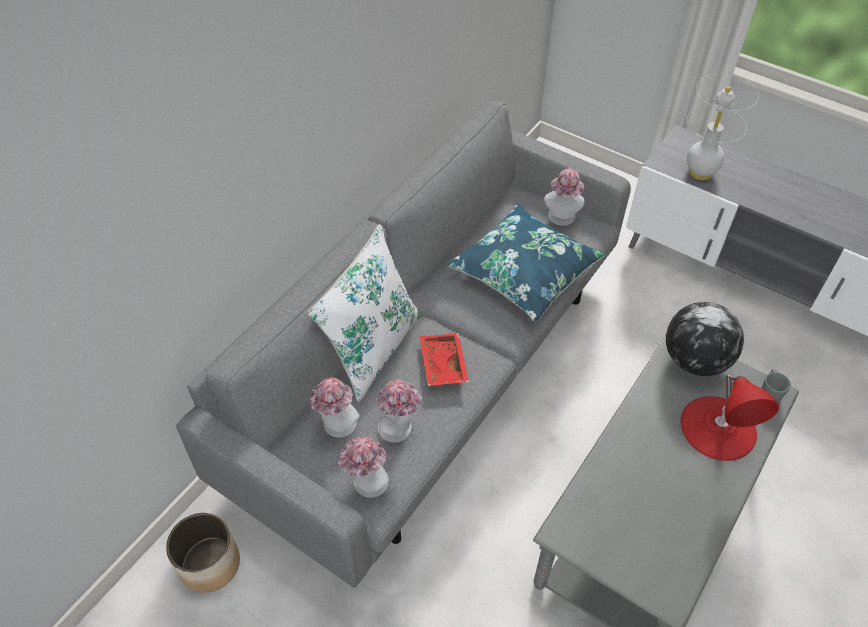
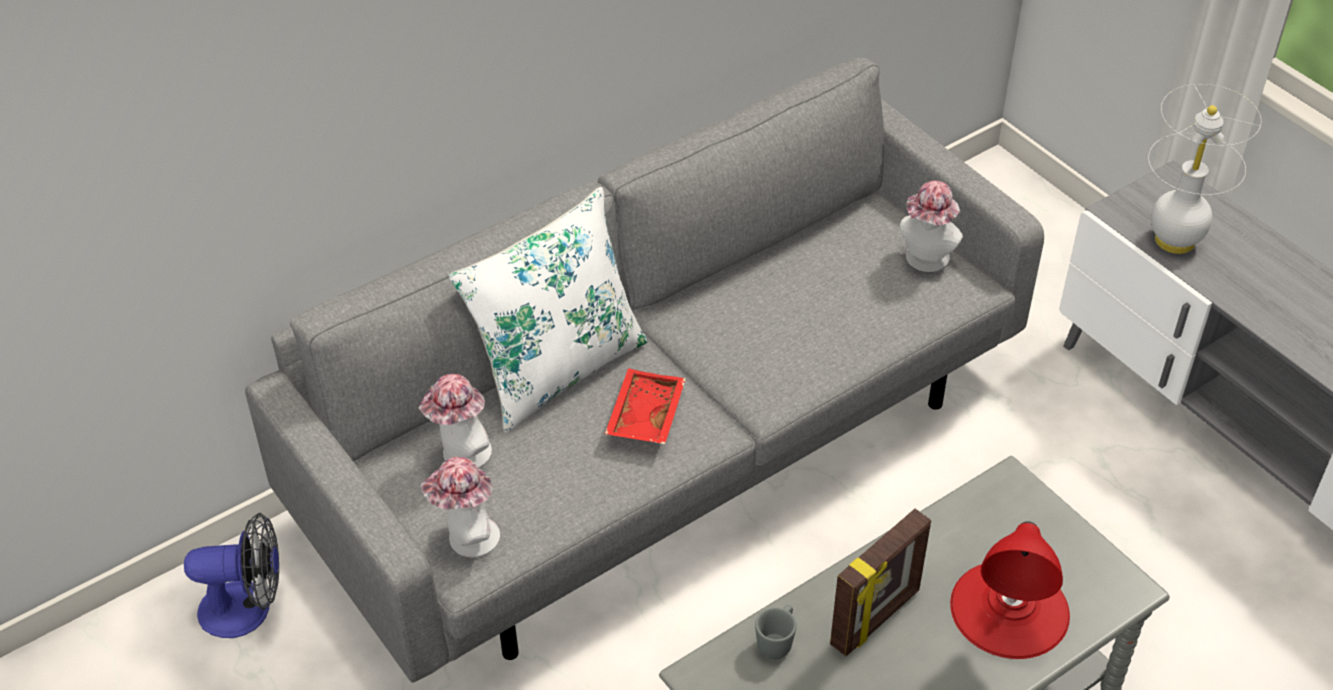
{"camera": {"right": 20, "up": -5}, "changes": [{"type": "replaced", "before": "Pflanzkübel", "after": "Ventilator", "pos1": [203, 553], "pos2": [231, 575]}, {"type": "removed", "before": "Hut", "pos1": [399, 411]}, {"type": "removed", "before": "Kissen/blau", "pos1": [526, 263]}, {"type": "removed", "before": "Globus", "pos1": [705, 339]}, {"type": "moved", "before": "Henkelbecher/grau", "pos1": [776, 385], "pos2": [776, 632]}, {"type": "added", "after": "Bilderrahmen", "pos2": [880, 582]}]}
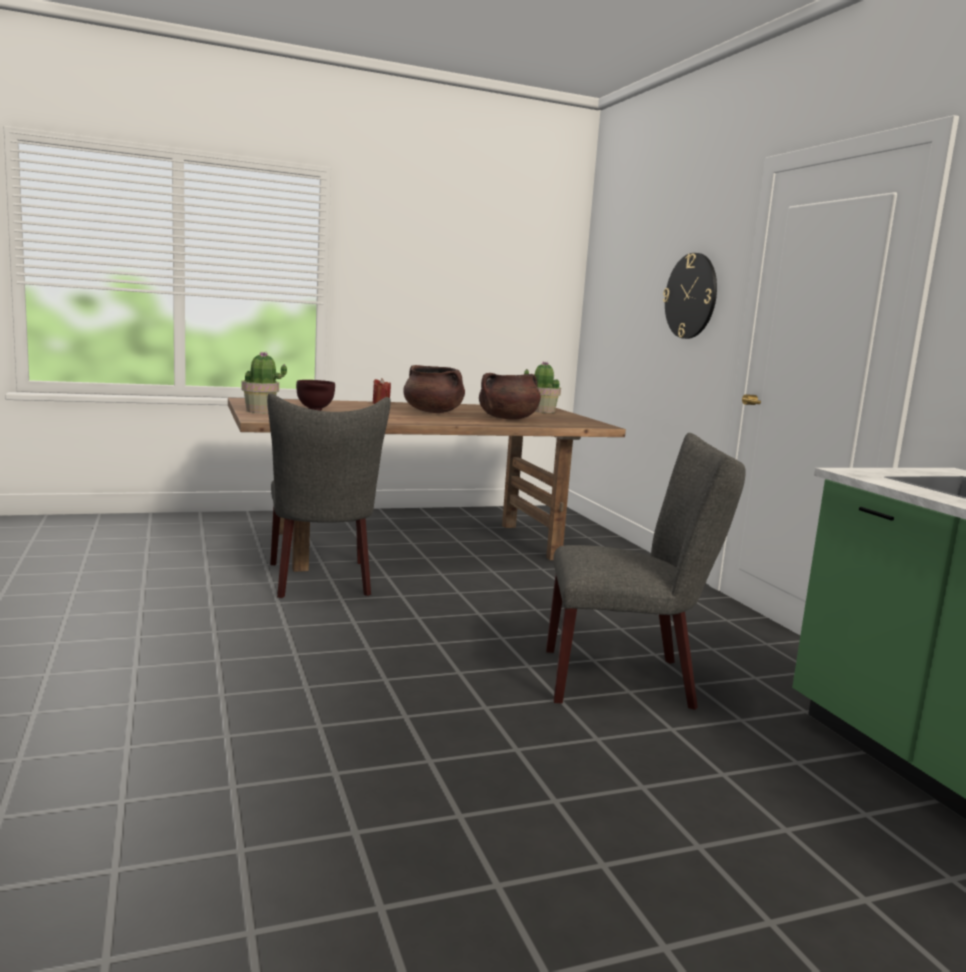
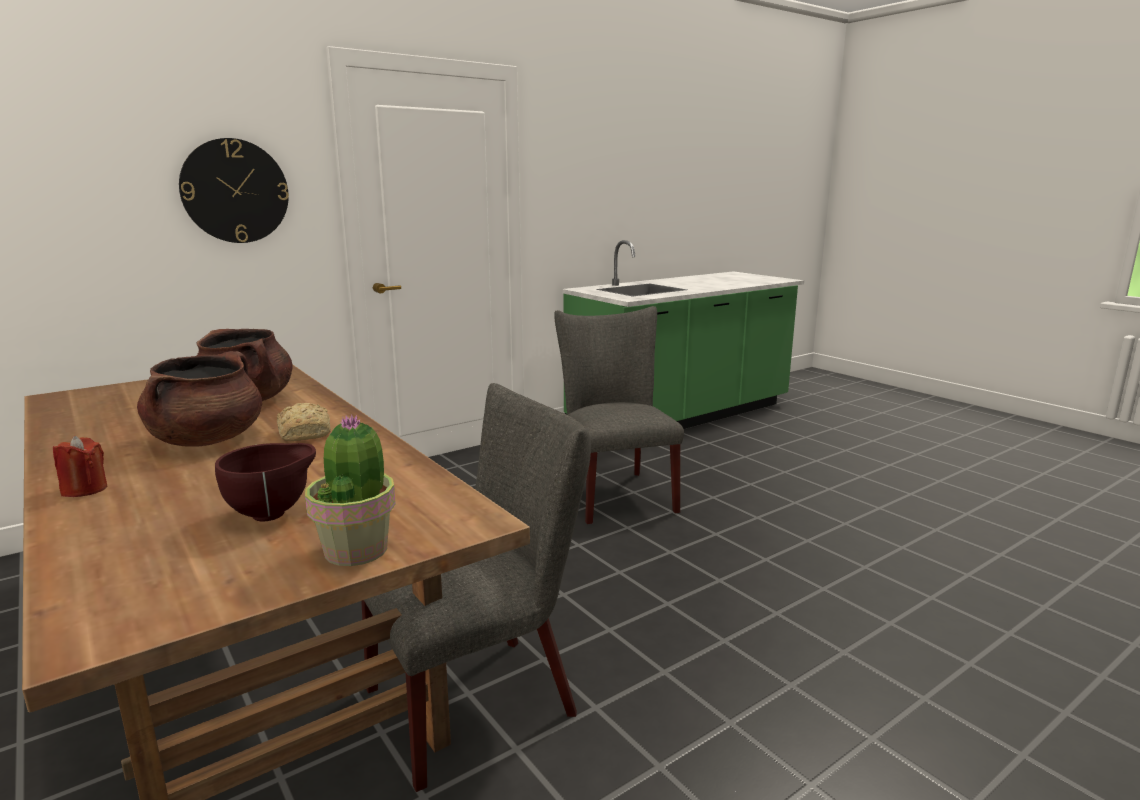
{"camera": {"right": -105, "up": 5}, "changes": [{"type": "removed", "before": "Topfpflanze", "pos1": [542, 387]}, {"type": "added", "after": "Brot", "pos2": [304, 422]}]}
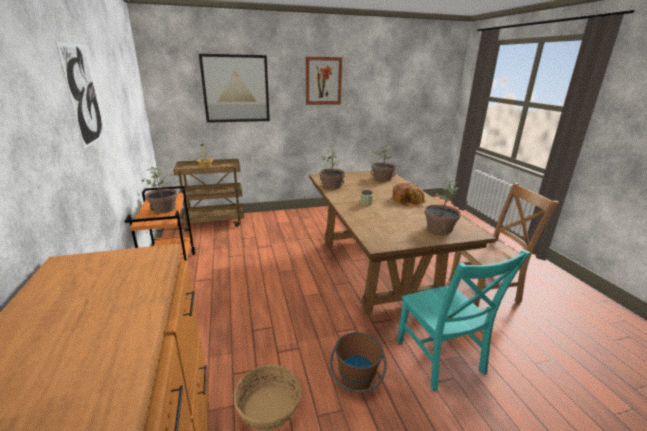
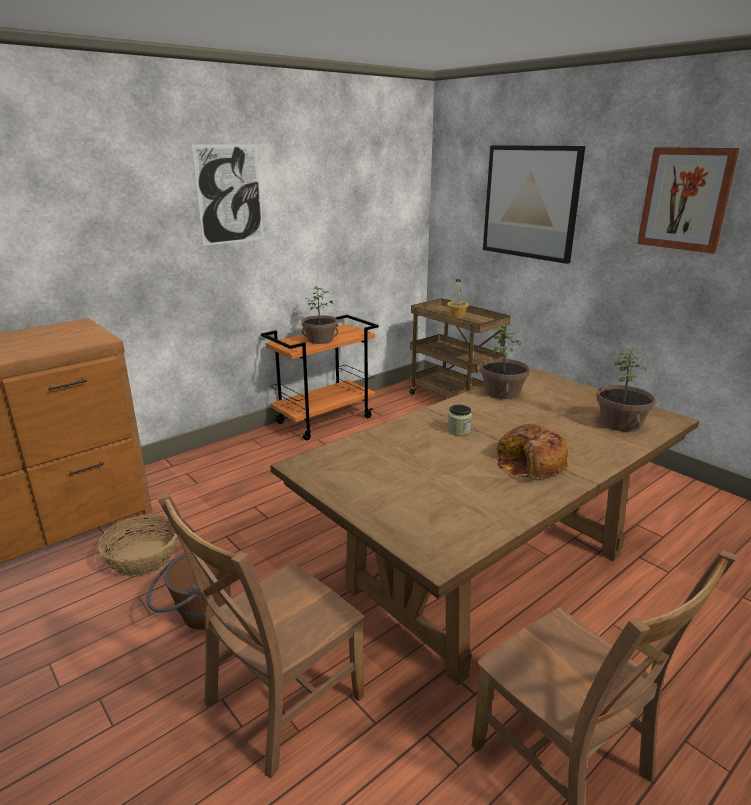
{"camera": {"right": 65, "up": 0}, "changes": [{"type": "recoloured", "before": "Stuhl/türkis", "after": "Stuhl/braun", "pos1": [464, 321], "pos2": [260, 635]}, {"type": "removed", "before": "Topfpflanze", "pos1": [442, 207]}]}
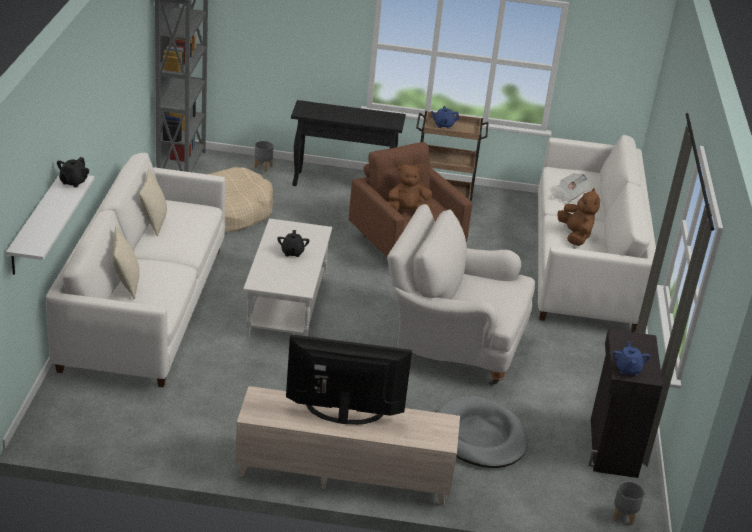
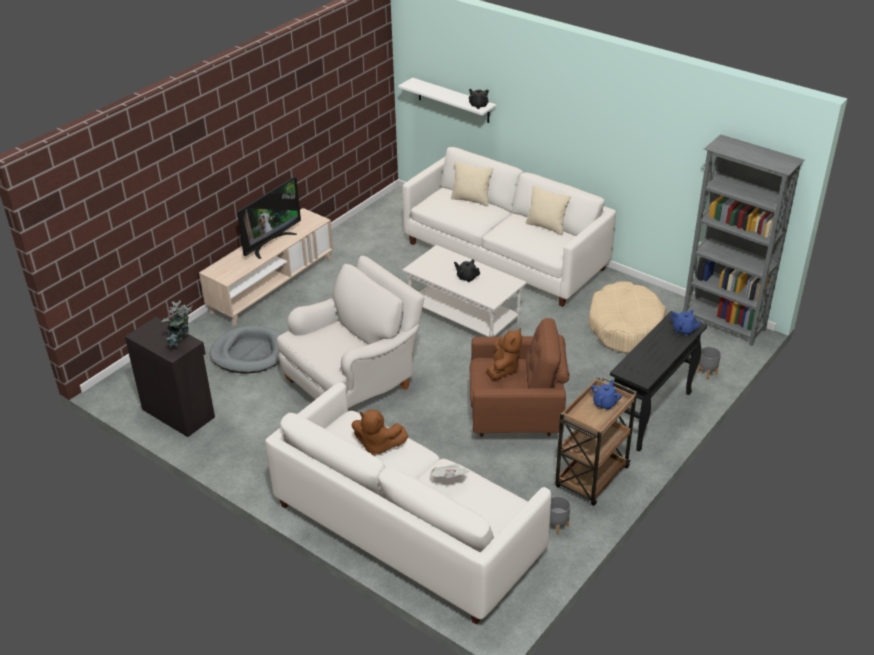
{"camera": {"right": 125, "up": 5}, "changes": [{"type": "moved", "before": "Teekanne/blau", "pos1": [632, 358], "pos2": [686, 323]}, {"type": "moved", "before": "Pflanzkübel/grau", "pos1": [628, 503], "pos2": [560, 515]}, {"type": "added", "after": "Topfpflanze", "pos2": [177, 324]}]}
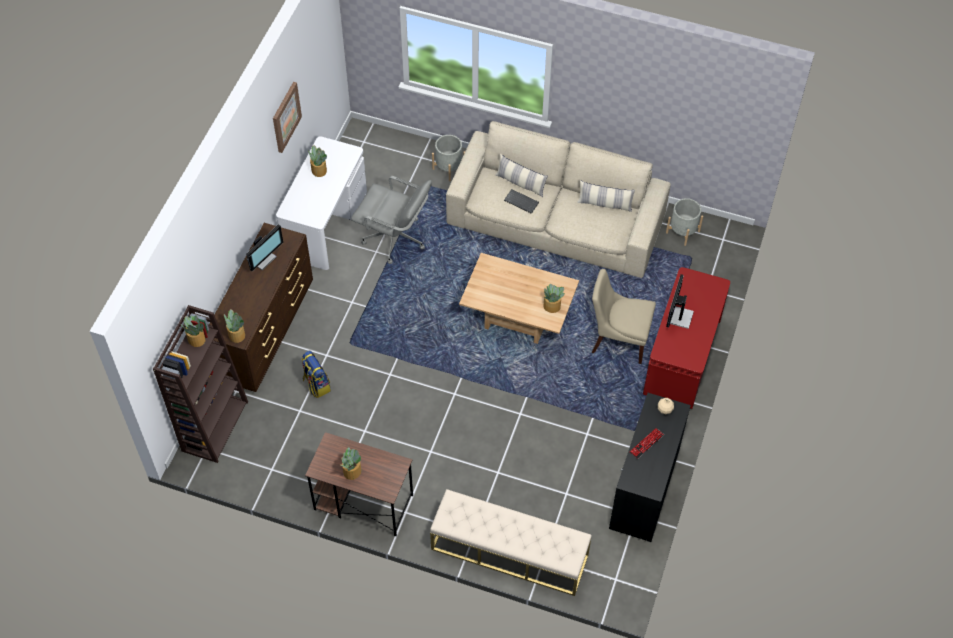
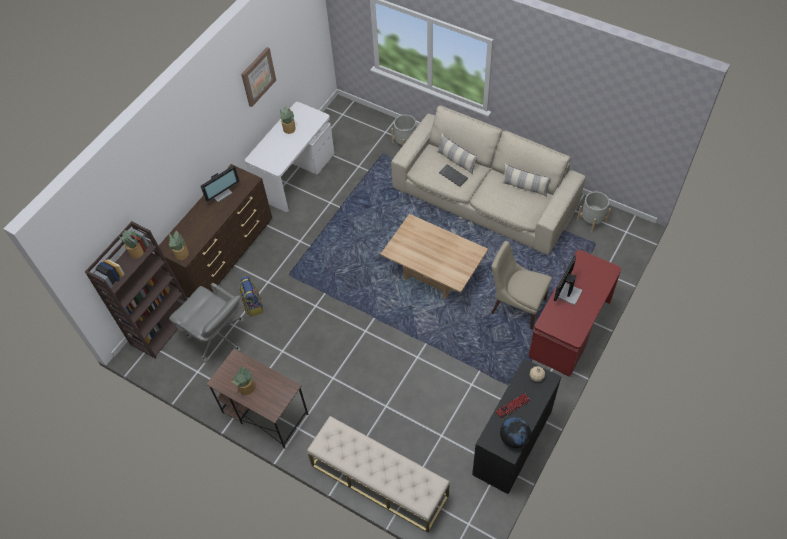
{"camera": {"right": 15, "up": 0}, "changes": [{"type": "moved", "before": "Bürostuhl/grau", "pos1": [391, 220], "pos2": [206, 323]}, {"type": "removed", "before": "Topfpflanze", "pos1": [554, 298]}, {"type": "added", "after": "Globus", "pos2": [515, 432]}]}
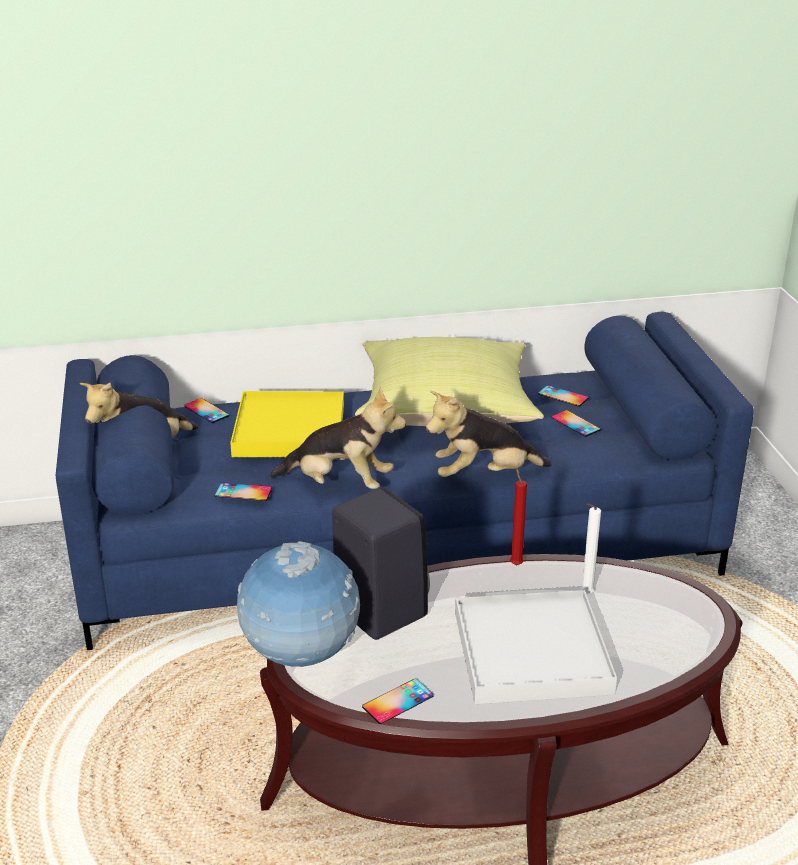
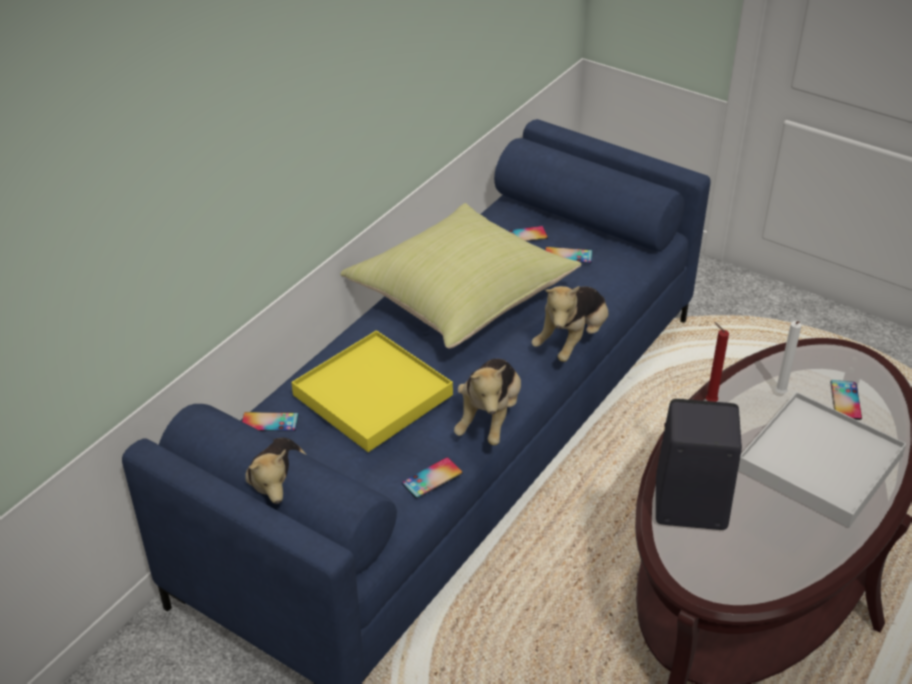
{"camera": {"right": -45, "up": 10}, "changes": [{"type": "removed", "before": "Globus", "pos1": [298, 604]}, {"type": "turned", "before": "Plüschtier", "pos1": [337, 438], "pos2": [487, 402], "turn": 135}, {"type": "moved", "before": "Handy", "pos1": [398, 701], "pos2": [846, 400]}]}
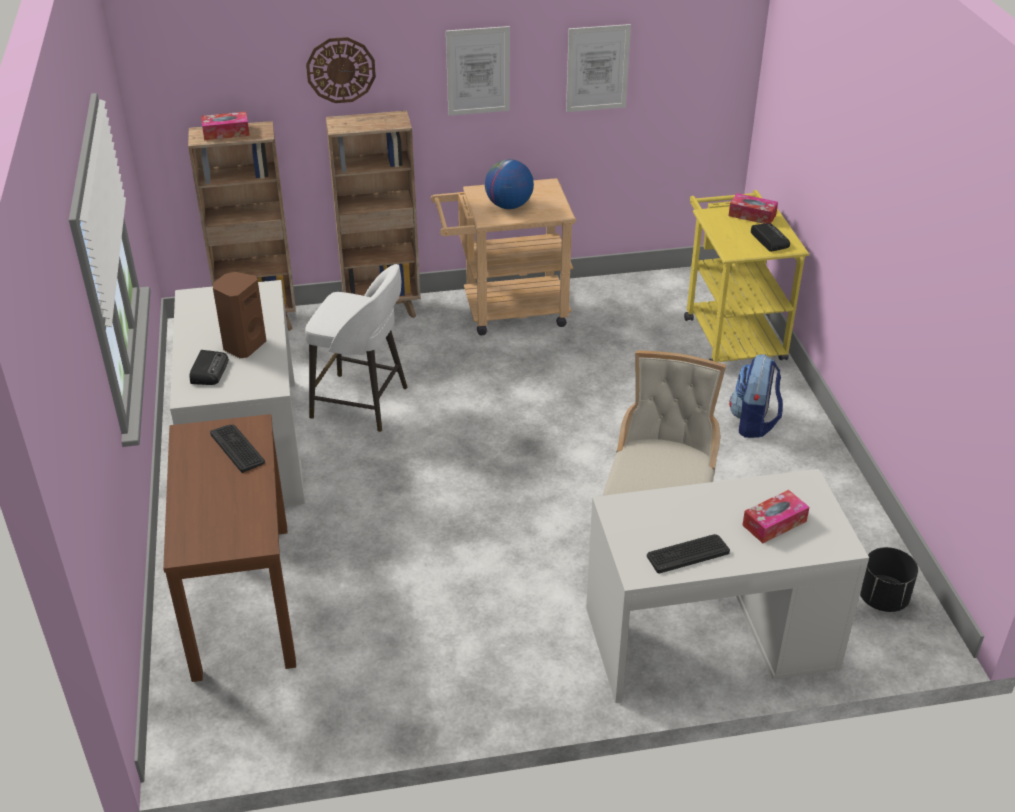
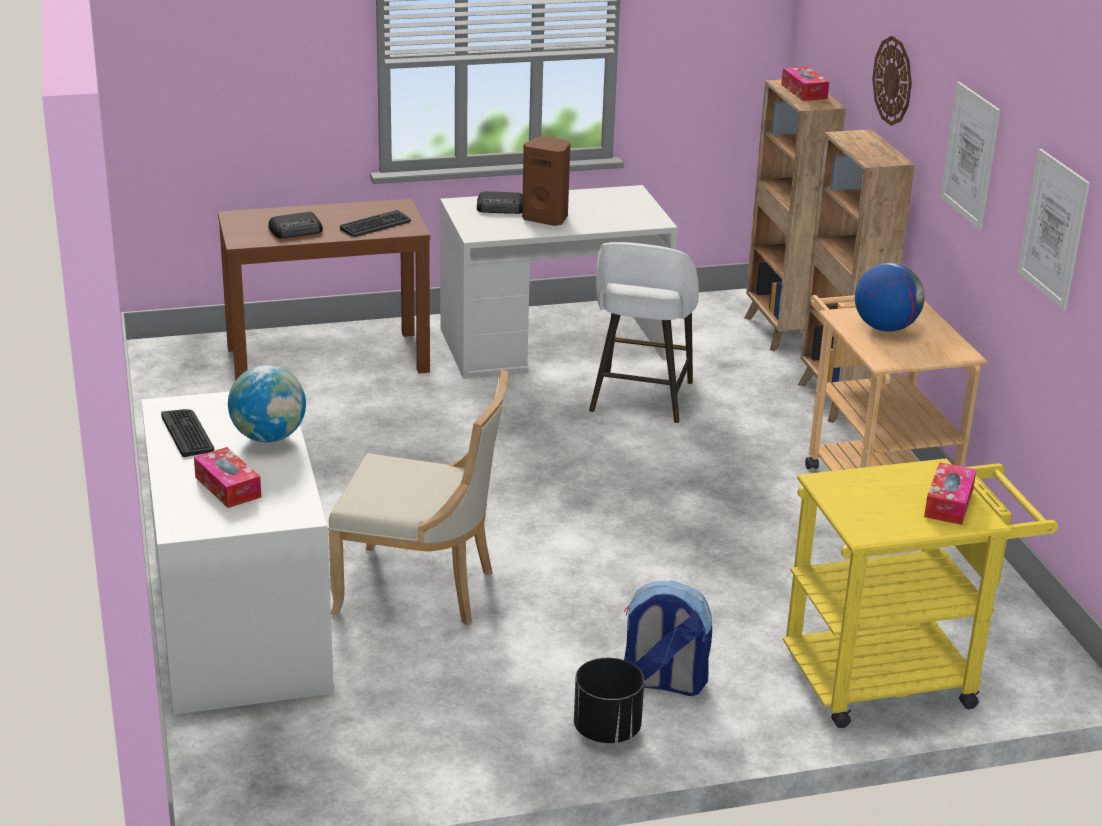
{"camera": {"right": 85, "up": -10}, "changes": [{"type": "moved", "before": "Radio", "pos1": [770, 237], "pos2": [295, 225]}, {"type": "moved", "before": "Pflanzkübel/schwarz", "pos1": [889, 579], "pos2": [609, 700]}, {"type": "added", "after": "Globus", "pos2": [267, 404]}]}
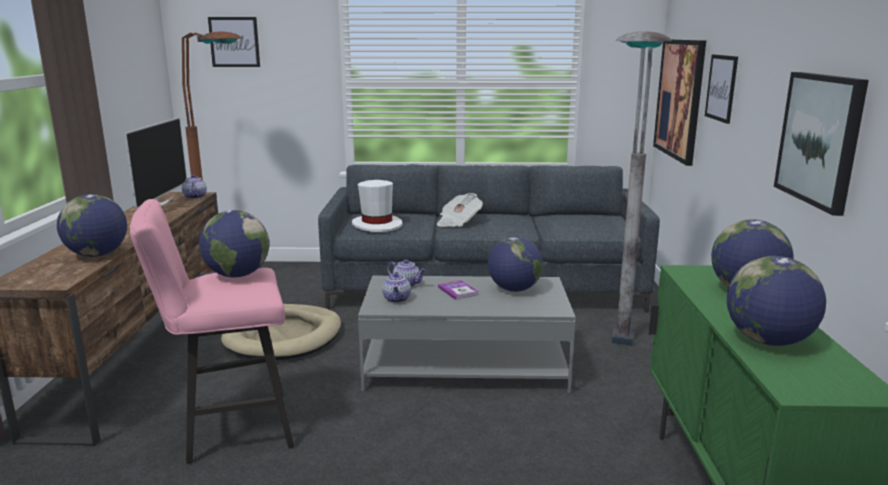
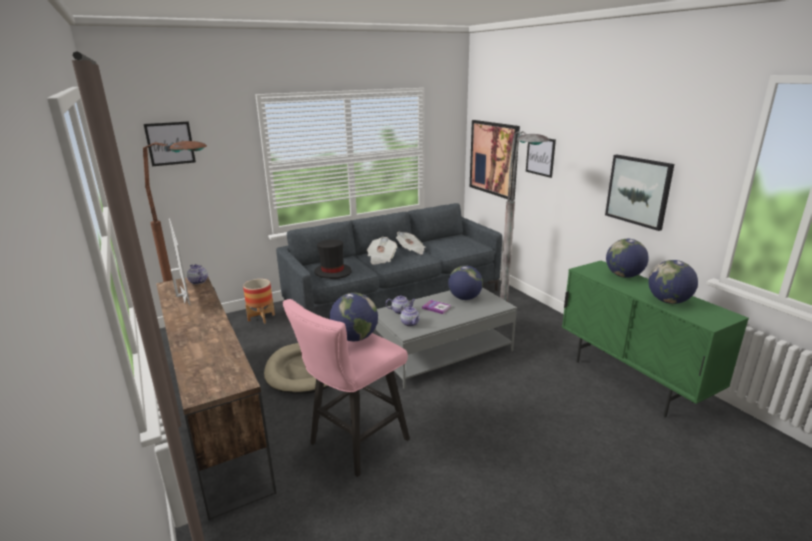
{"camera": {"right": -30, "up": 5}, "changes": [{"type": "removed", "before": "Globus", "pos1": [92, 225]}, {"type": "recoloured", "before": "Hut/weiß", "after": "Hut/schwarz", "pos1": [377, 206], "pos2": [333, 259]}, {"type": "added", "after": "Pflanzkübel", "pos2": [259, 301]}, {"type": "added", "after": "Zeitung", "pos2": [410, 243]}]}
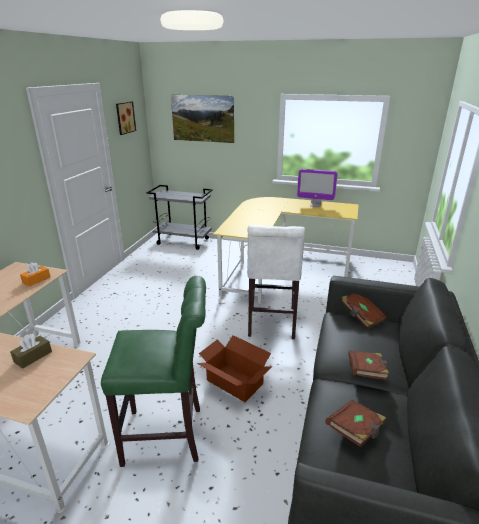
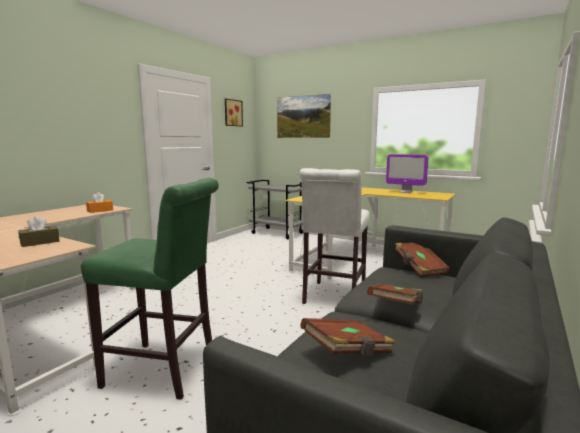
{"camera": {"right": 15, "up": -15}, "changes": [{"type": "removed", "before": "Karton", "pos1": [234, 368]}]}
